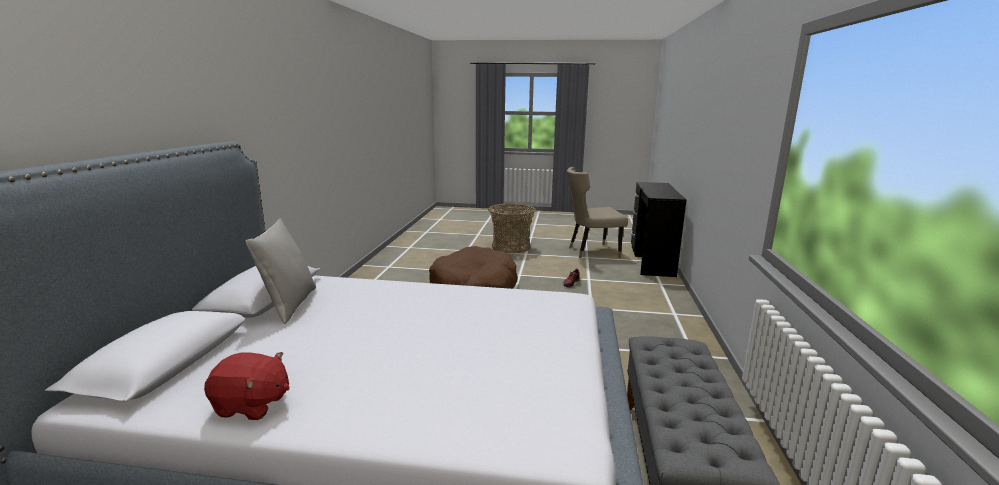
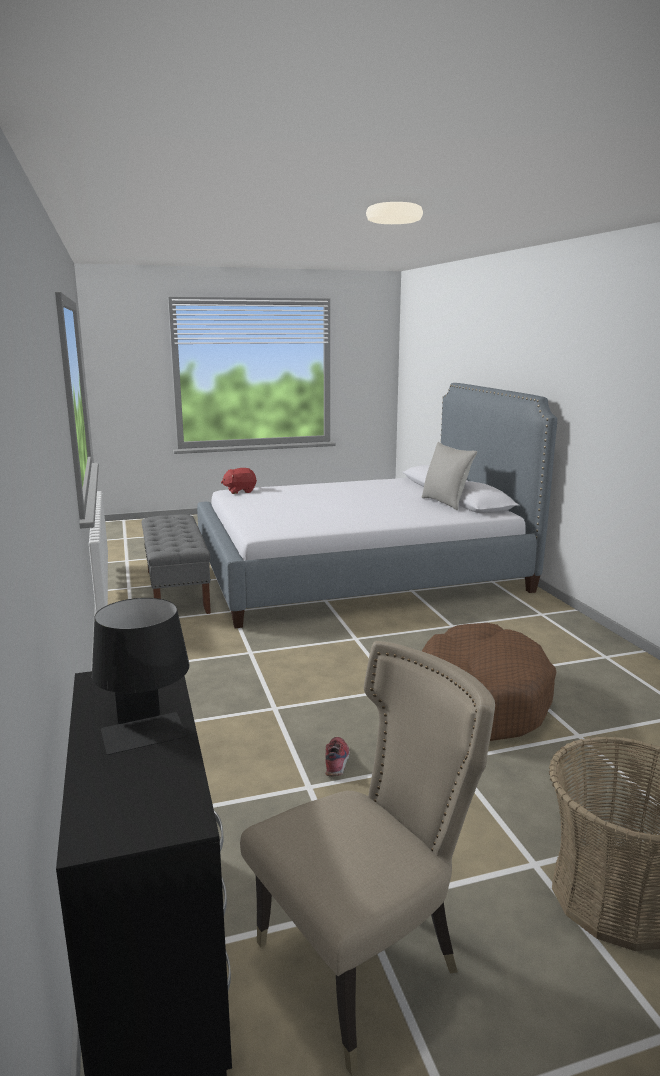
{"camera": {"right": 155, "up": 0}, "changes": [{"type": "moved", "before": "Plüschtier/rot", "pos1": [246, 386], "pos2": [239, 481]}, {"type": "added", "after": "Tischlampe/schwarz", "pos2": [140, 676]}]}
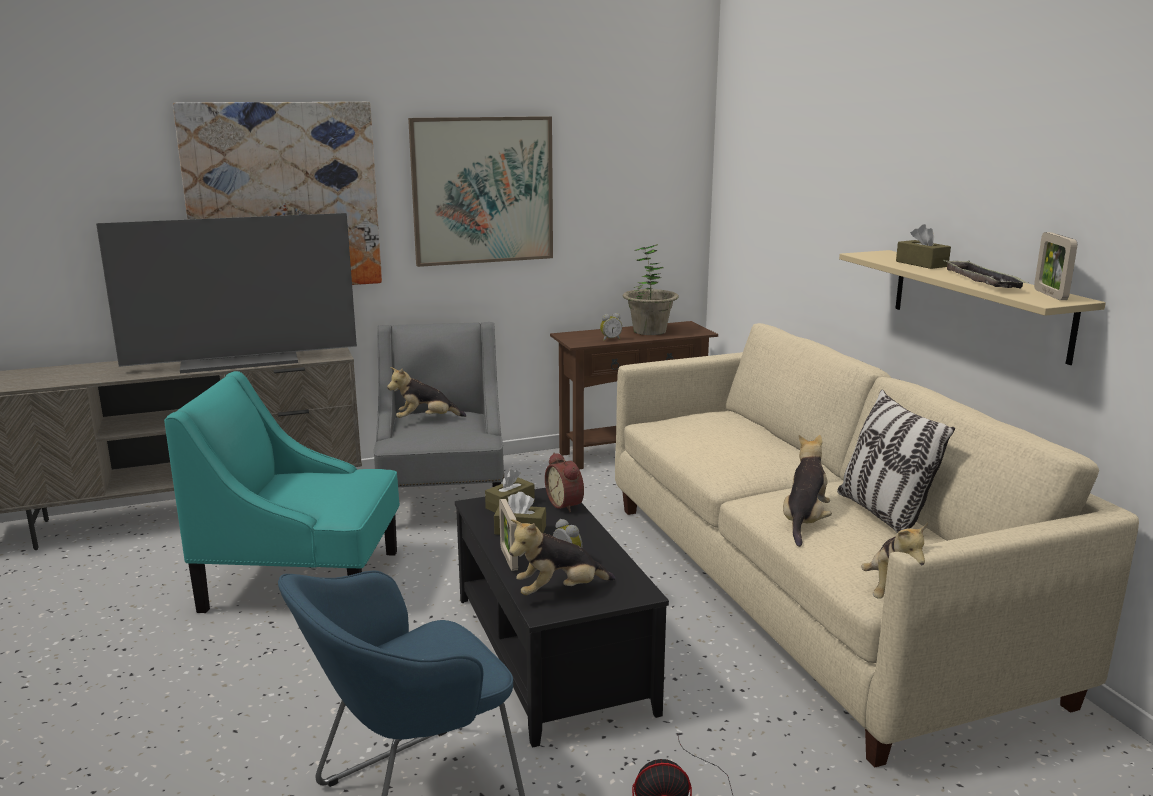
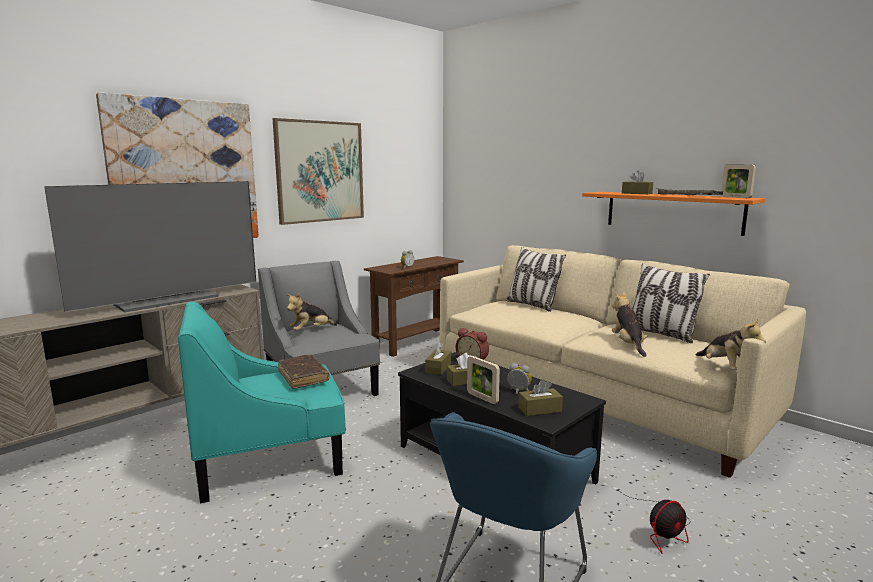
{"camera": {"right": -25, "up": -5}, "changes": [{"type": "replaced", "before": "Plüschtier", "after": "Taschentuchbox/braun", "pos1": [562, 557], "pos2": [540, 397]}, {"type": "removed", "before": "Topfpflanze", "pos1": [651, 289]}, {"type": "recoloured", "before": "Wandregal/beige", "after": "Wandregal/orange", "pos1": [972, 307], "pos2": [673, 214]}, {"type": "added", "after": "Buch/braun", "pos2": [304, 372]}, {"type": "added", "after": "Kissen", "pos2": [536, 279]}]}
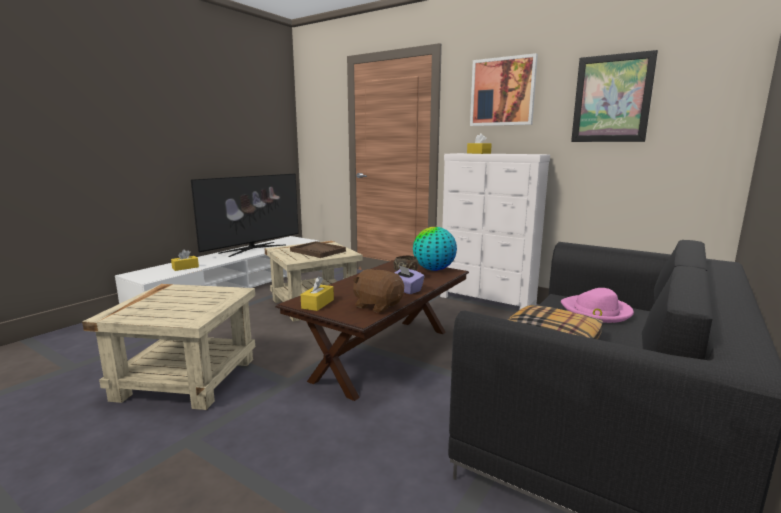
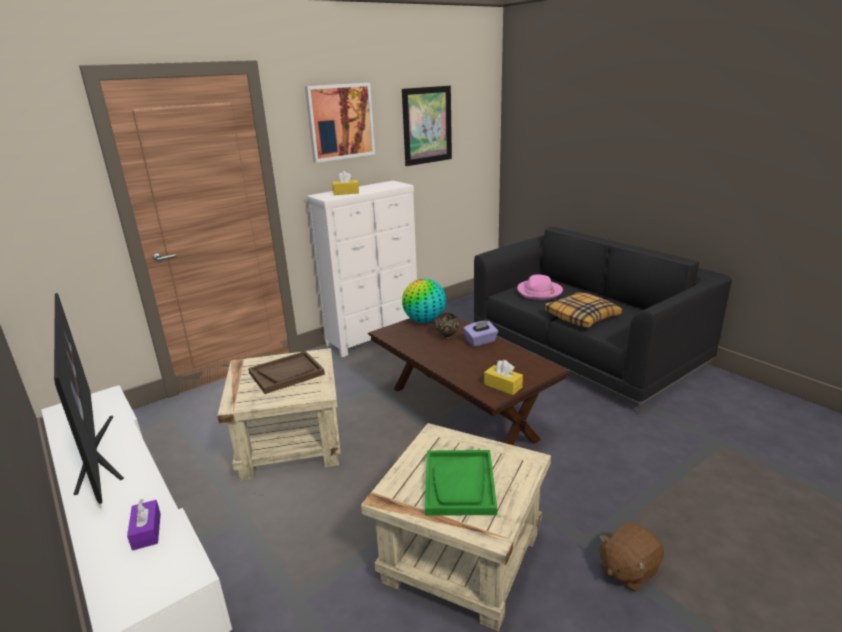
{"camera": {"right": -70, "up": 10}, "changes": [{"type": "recoloured", "before": "Taschentuchbox/gelb", "after": "Taschentuchbox/lila", "pos1": [185, 260], "pos2": [144, 525]}, {"type": "moved", "before": "Plüschtier/braun", "pos1": [378, 291], "pos2": [631, 557]}, {"type": "added", "after": "Tablett/grün", "pos2": [461, 482]}]}
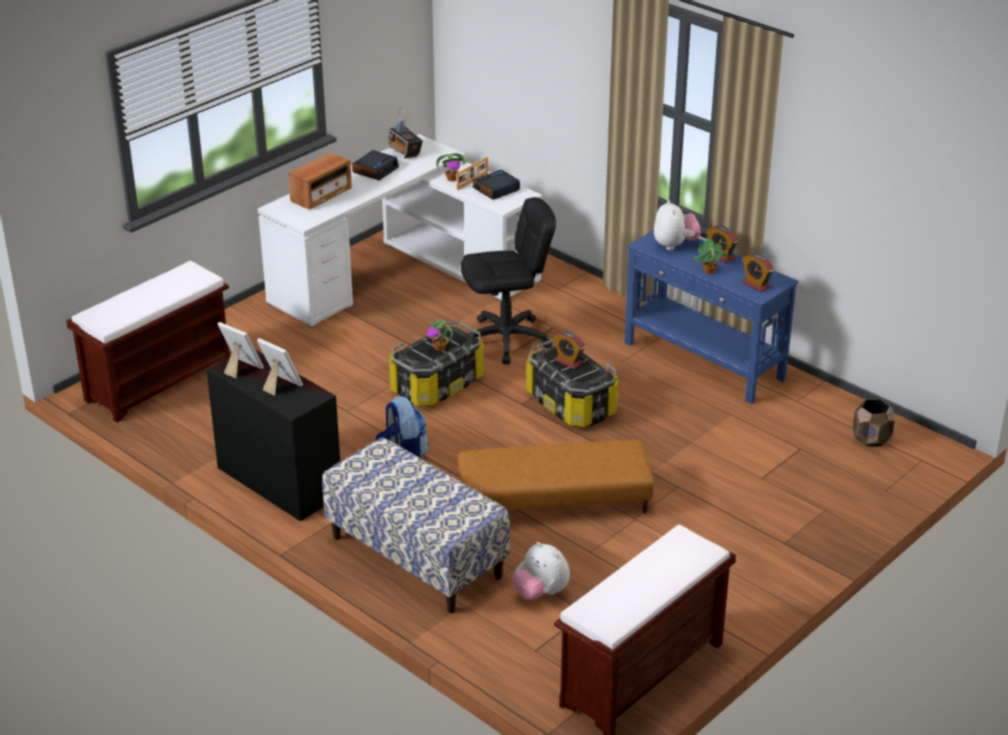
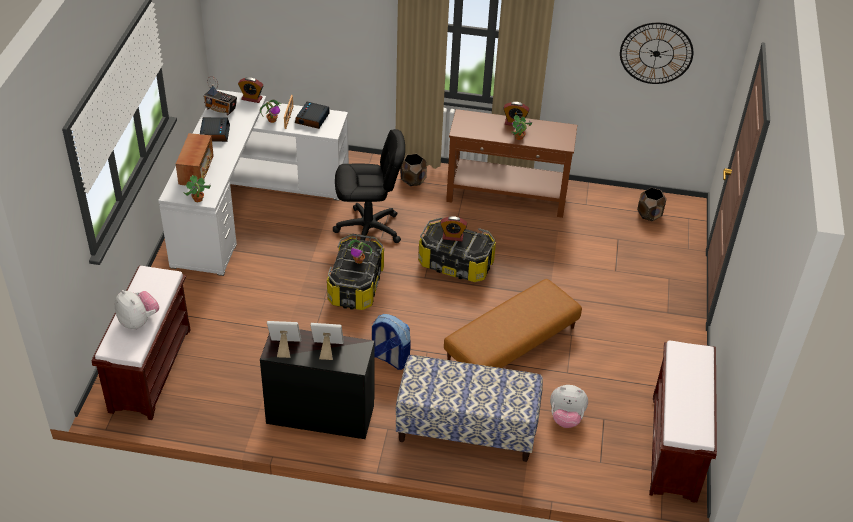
{"camera": {"right": -35, "up": 10}, "changes": [{"type": "turned", "before": "Bürostuhl/schwarz", "pos1": [508, 280], "pos2": [369, 186], "turn": 45}, {"type": "recoloured", "before": "Konsolentisch/blau", "after": "Konsolentisch/braun", "pos1": [711, 317], "pos2": [511, 163]}, {"type": "moved", "before": "Plüschtier", "pos1": [677, 225], "pos2": [137, 309]}, {"type": "moved", "before": "Wecker", "pos1": [758, 272], "pos2": [250, 90]}, {"type": "added", "after": "Topfpflanze", "pos2": [197, 188]}, {"type": "added", "after": "Pflanzkübel/braun", "pos2": [413, 170]}, {"type": "added", "after": "Wanduhr", "pos2": [656, 53]}]}
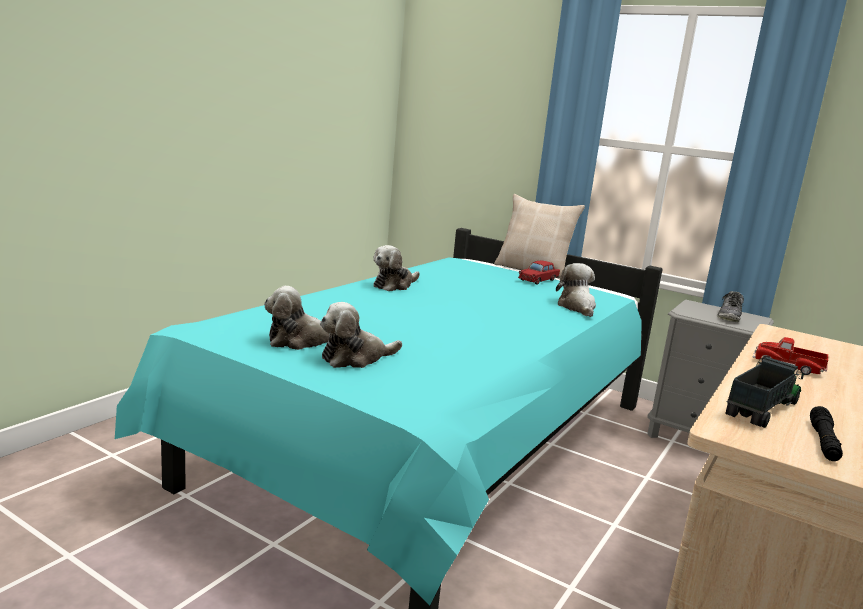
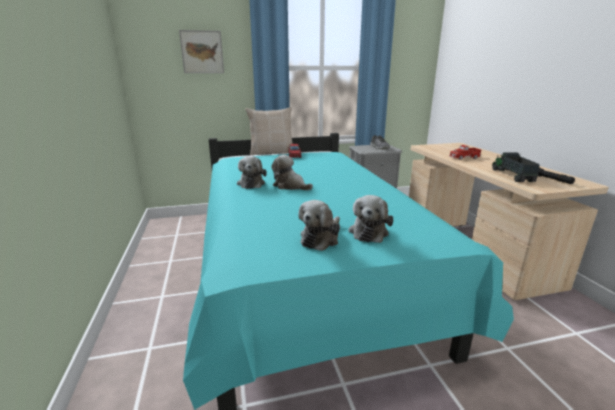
{"camera": {"right": -45, "up": 5}, "changes": [{"type": "moved", "before": "Plüschtier", "pos1": [576, 290], "pos2": [292, 172]}, {"type": "added", "after": "Bild", "pos2": [201, 51]}]}
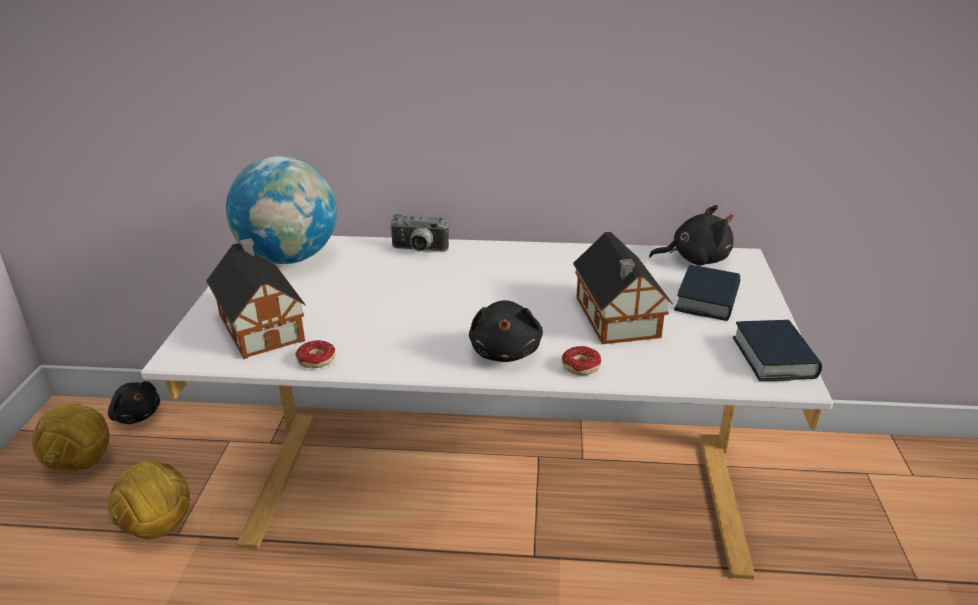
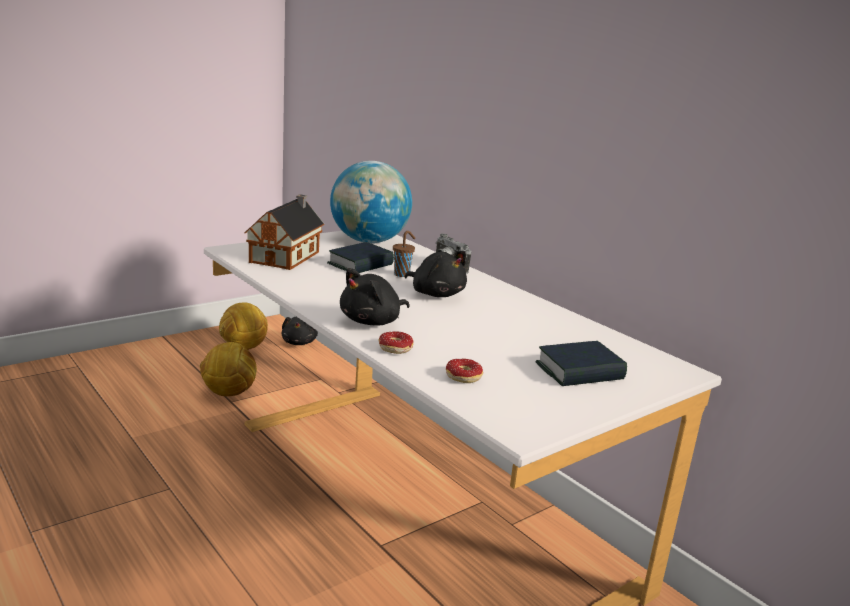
{"camera": {"right": 45, "up": -10}, "changes": [{"type": "moved", "before": "Donut", "pos1": [315, 354], "pos2": [464, 370]}, {"type": "removed", "before": "Spielzeughaus", "pos1": [623, 288]}, {"type": "moved", "before": "Plüschtier/schwarz", "pos1": [691, 235], "pos2": [436, 274]}, {"type": "moved", "before": "Buch", "pos1": [777, 350], "pos2": [360, 257]}, {"type": "added", "after": "Tasse/braun", "pos2": [404, 254]}]}
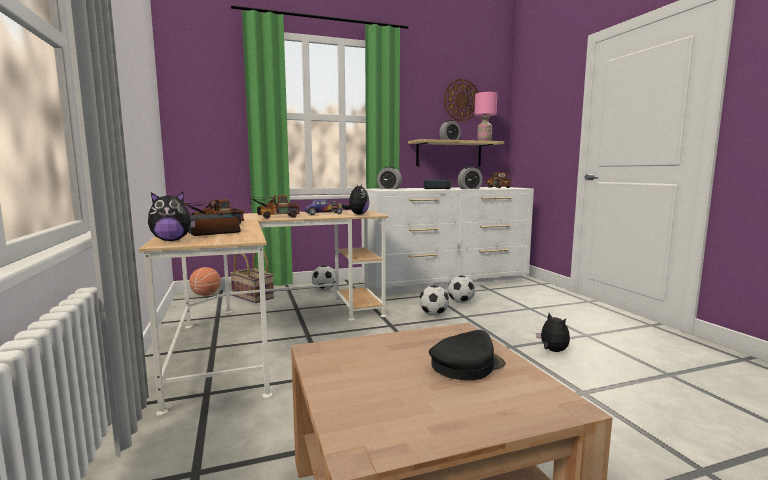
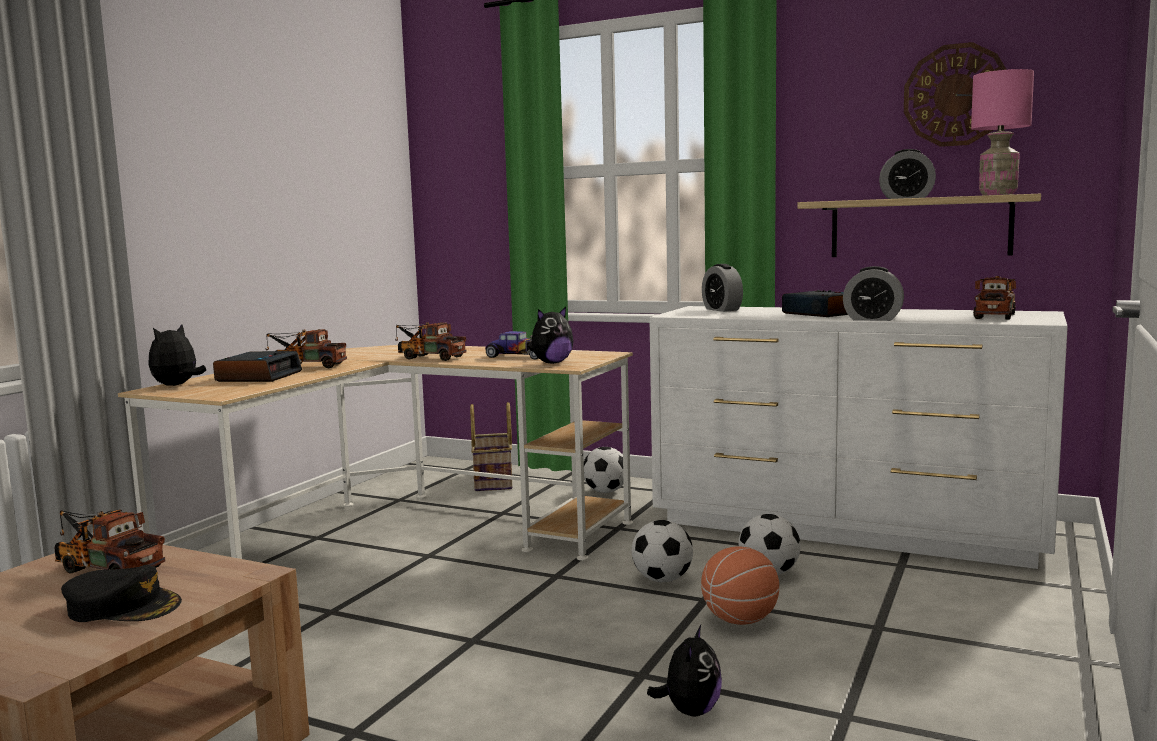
{"camera": {"right": 45, "up": 0}, "changes": [{"type": "turned", "before": "Plüschtier", "pos1": [171, 216], "pos2": [177, 355], "turn": 90}, {"type": "moved", "before": "Basketball", "pos1": [205, 281], "pos2": [740, 585]}, {"type": "added", "after": "Spielzeuglaster", "pos2": [110, 542]}]}
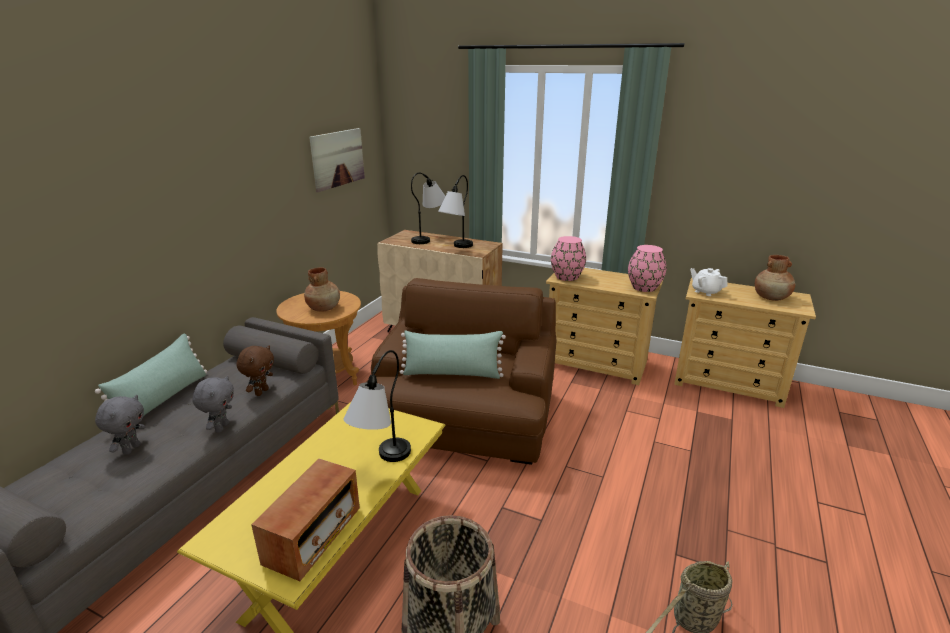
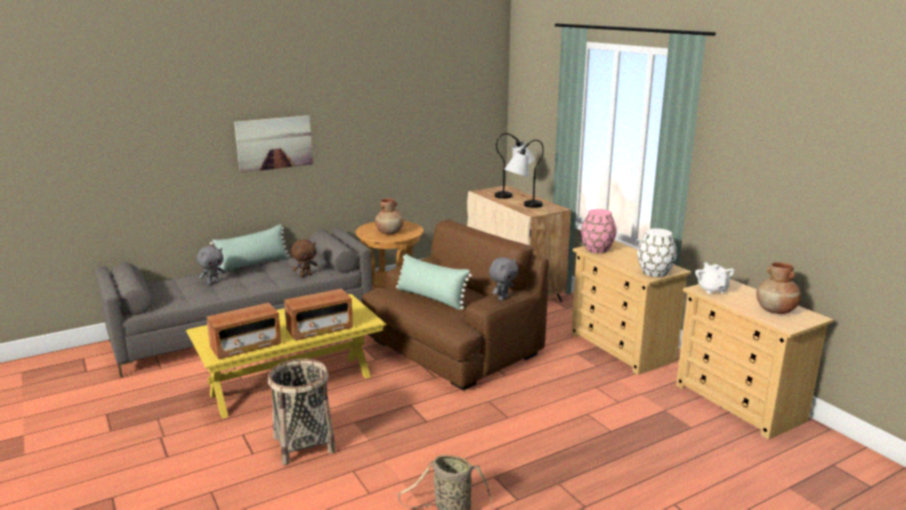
{"camera": {"right": 35, "up": -5}, "changes": [{"type": "moved", "before": "Plüschtier/grau", "pos1": [213, 404], "pos2": [503, 279]}, {"type": "moved", "before": "Bild", "pos1": [337, 160], "pos2": [273, 144]}, {"type": "replaced", "before": "Tischlampe", "after": "Radio", "pos1": [377, 406], "pos2": [318, 314]}, {"type": "recoloured", "before": "Vase/rosa", "after": "Vase/weiß", "pos1": [647, 268], "pos2": [657, 252]}]}
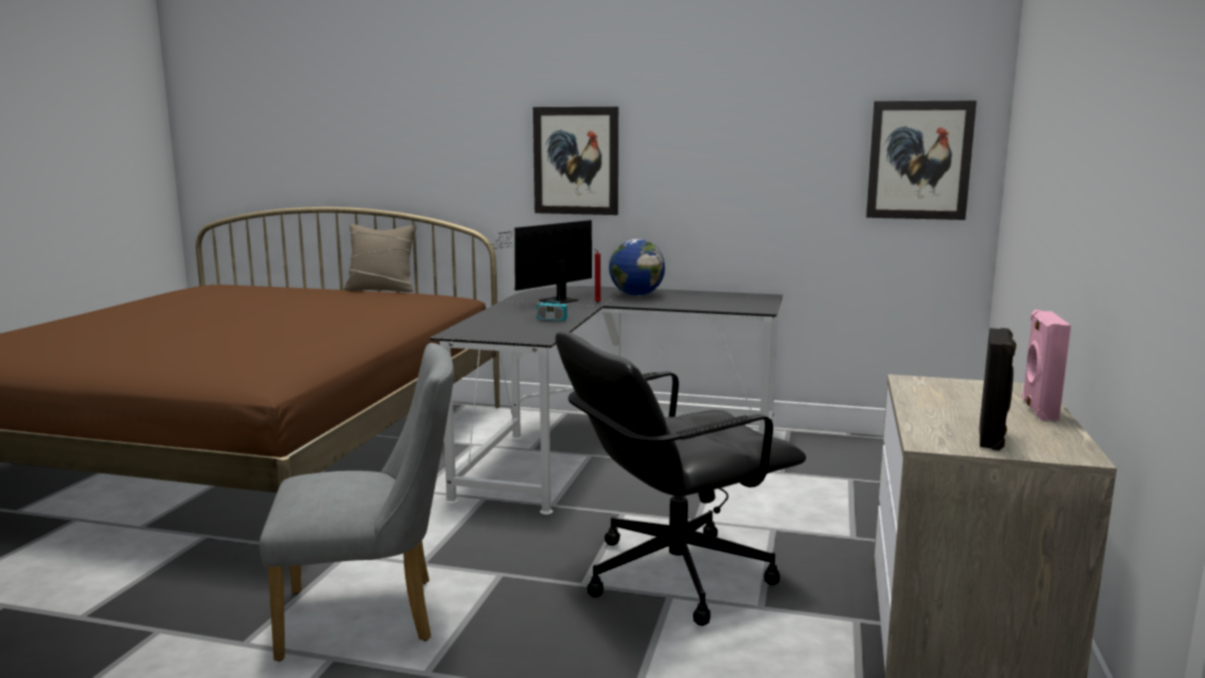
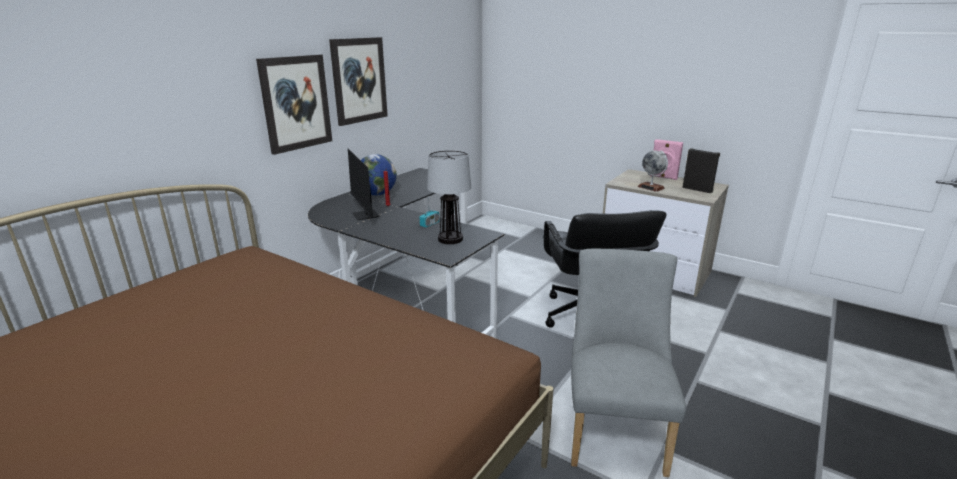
{"camera": {"right": -70, "up": 10}, "changes": [{"type": "removed", "before": "Kissen/beige", "pos1": [380, 258]}, {"type": "moved", "before": "Bild", "pos1": [921, 160], "pos2": [358, 81]}, {"type": "added", "after": "Tischlampe", "pos2": [449, 197]}, {"type": "added", "after": "Globus", "pos2": [653, 171]}]}
